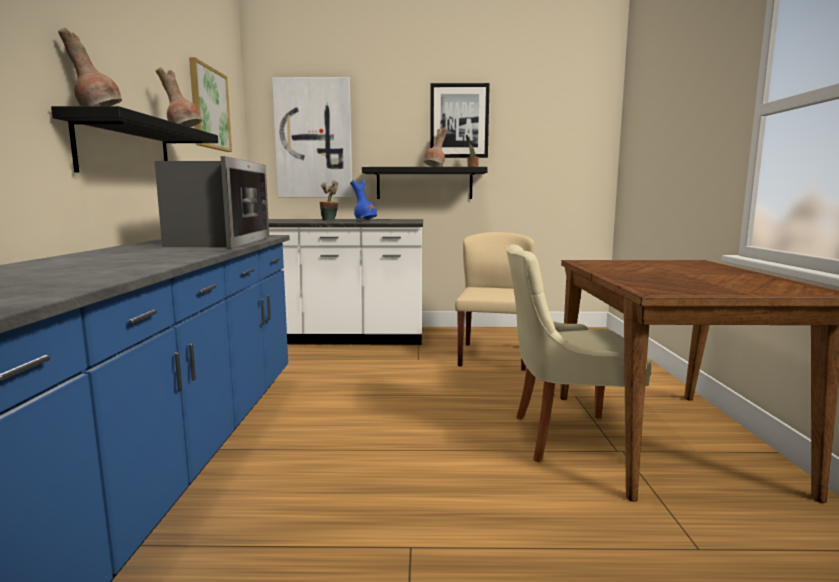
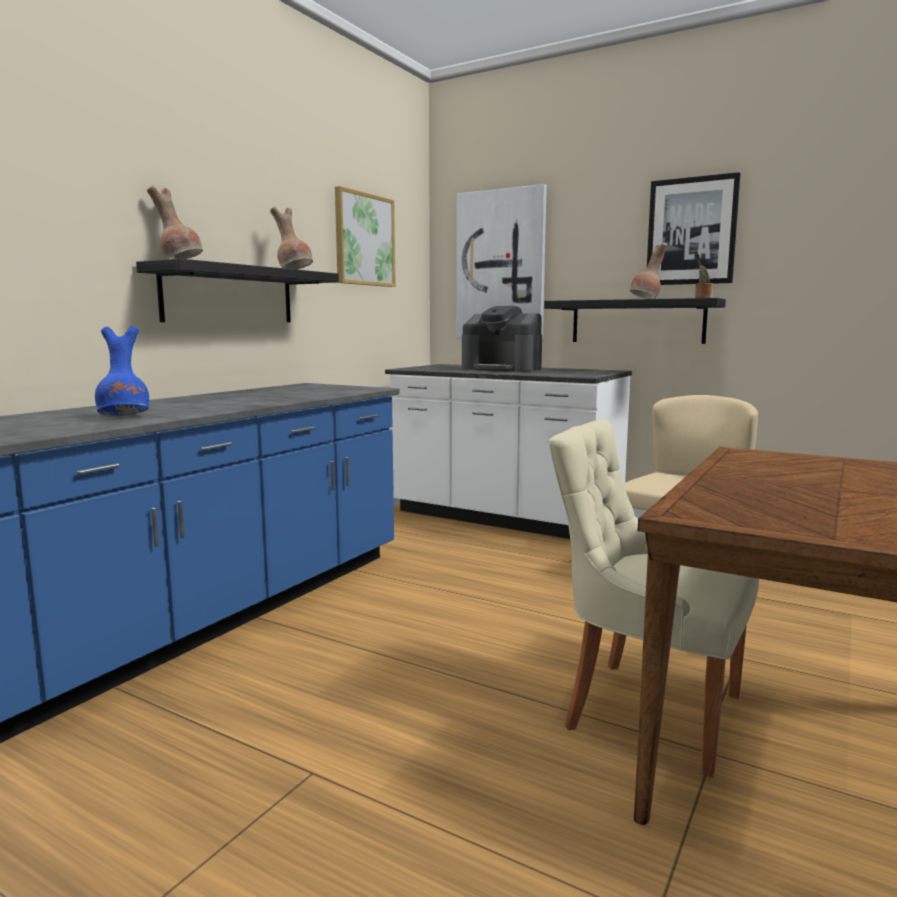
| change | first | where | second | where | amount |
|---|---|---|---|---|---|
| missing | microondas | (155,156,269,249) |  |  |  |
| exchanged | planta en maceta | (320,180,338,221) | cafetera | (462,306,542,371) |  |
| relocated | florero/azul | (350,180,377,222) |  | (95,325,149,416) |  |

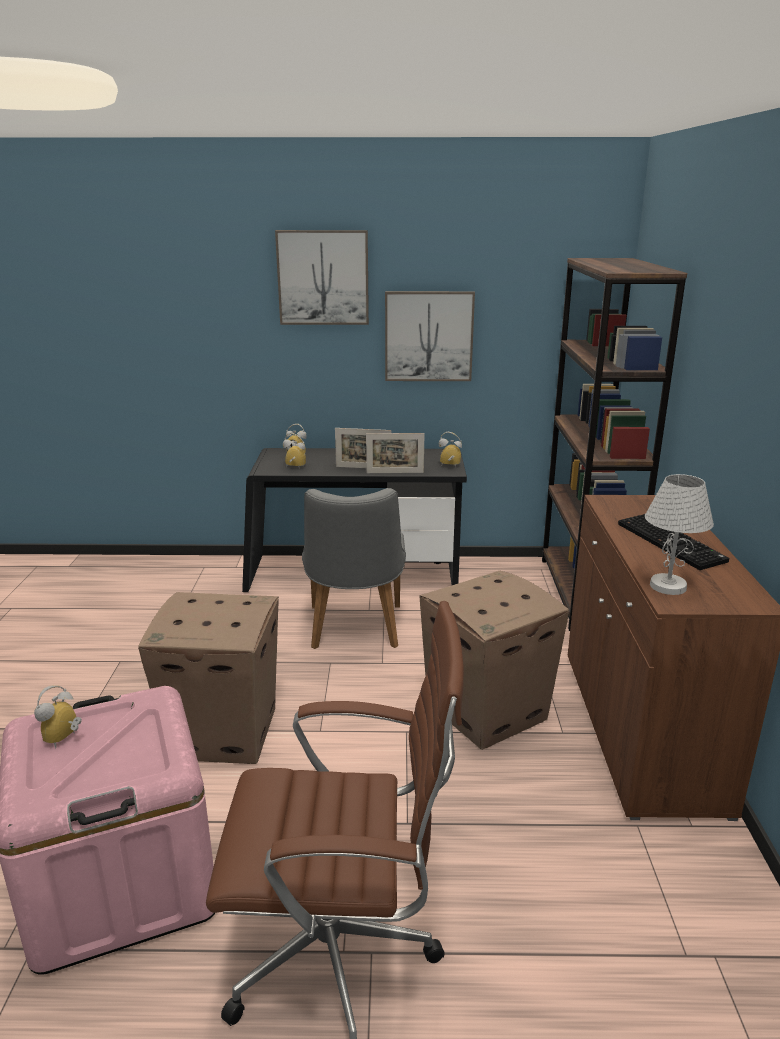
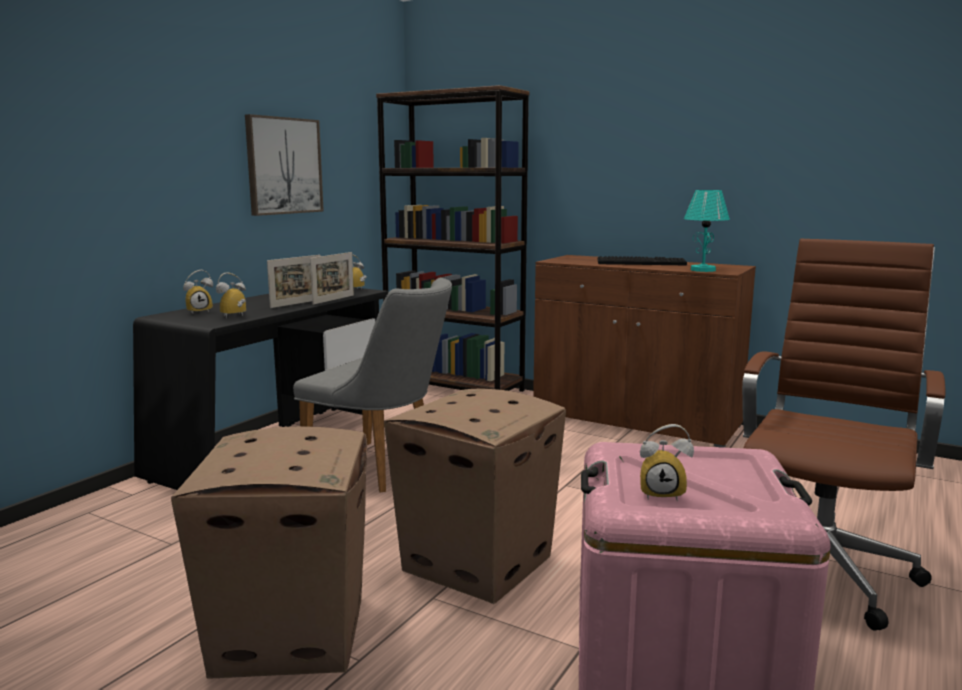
| change | first | where | second | where | amount |
|---|---|---|---|---|---|
| missing | cuadro | (275,230,369,325) |  |  |  |
| colour | lámpara de mesa/blanco | (645,474,714,595) | lámpara de mesa/turquesa | (684,190,730,272) |  |
| relocated | caja de cartón | (419,571,569,750) |  | (171,426,367,679) |  |
| spun | despertador | (34,685,82,749) |  | (640,424,694,501) | 45 degrees counterclockwise |

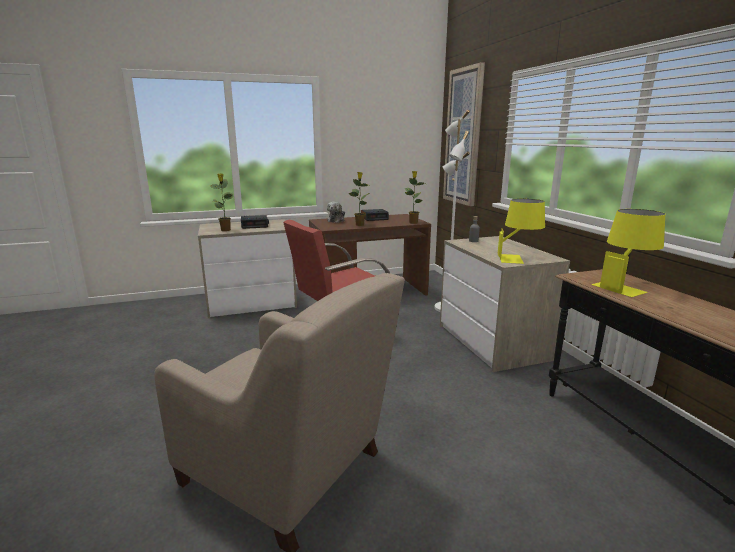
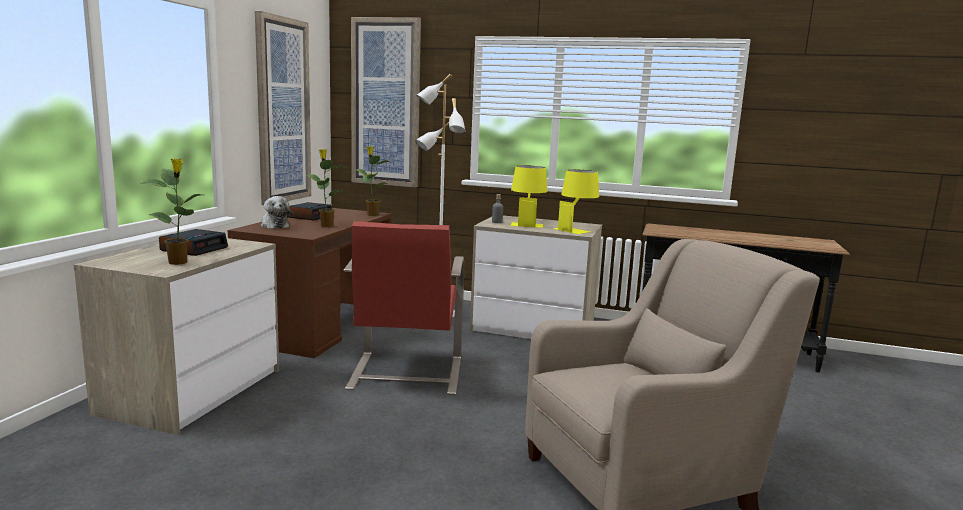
| change | first | where | second | where | amount |
|---|---|---|---|---|---|
| relocated | lámpara de mesa/amarillo | (591,209,665,297) |  | (511,165,547,228) |  |
| appeared |  |  | cuadro | (255,11,311,205) |  |

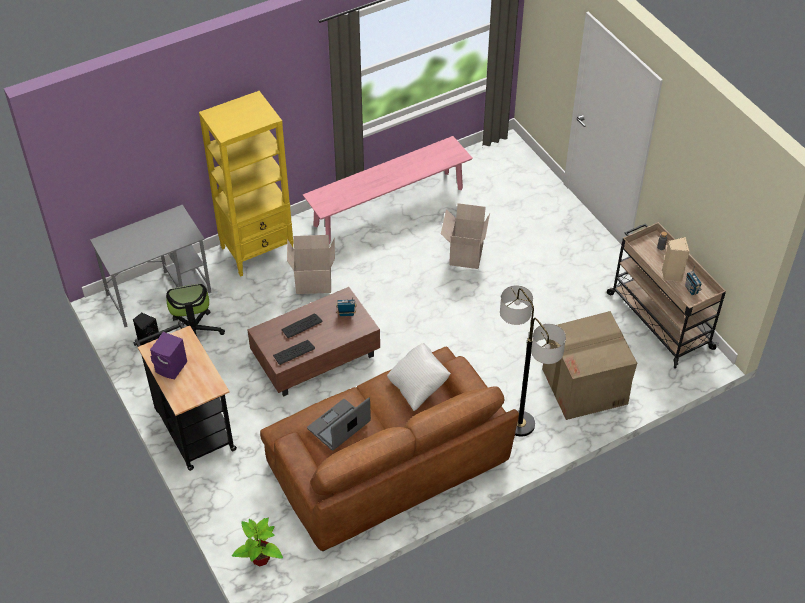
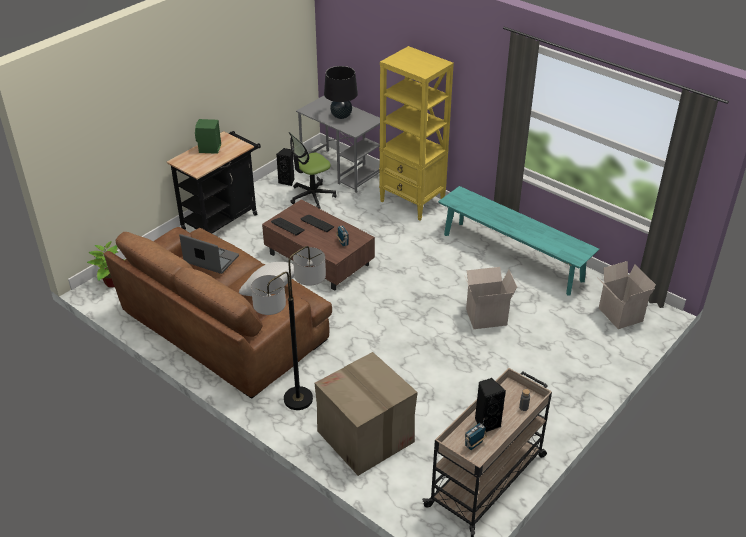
| change | first | where | second | where | amount |
|---|---|---|---|---|---|
| colour | banco/rosa | (303,136,473,244) | banco/turquesa | (438,186,599,296) |  |
| relocated | caja de cartón | (287,235,335,294) |  | (598,261,656,329) |  |
| colour | altavoz/beis | (662,237,690,282) | altavoz/negro | (475,378,506,432) |  |
| colour | altavoz/morado | (150,332,187,379) | altavoz/verde | (195,119,221,154) |  |
| appeared |  |  | lámpara de mesa/negro | (324,66,358,119) |  |

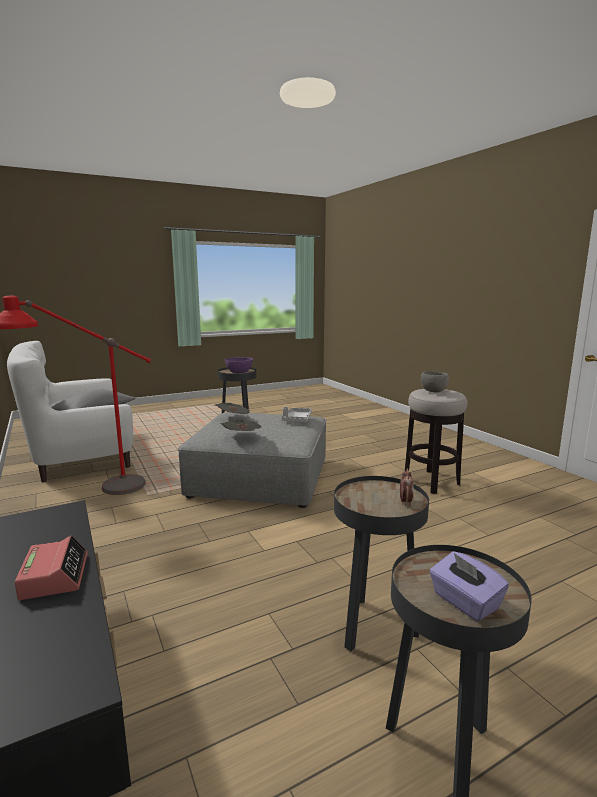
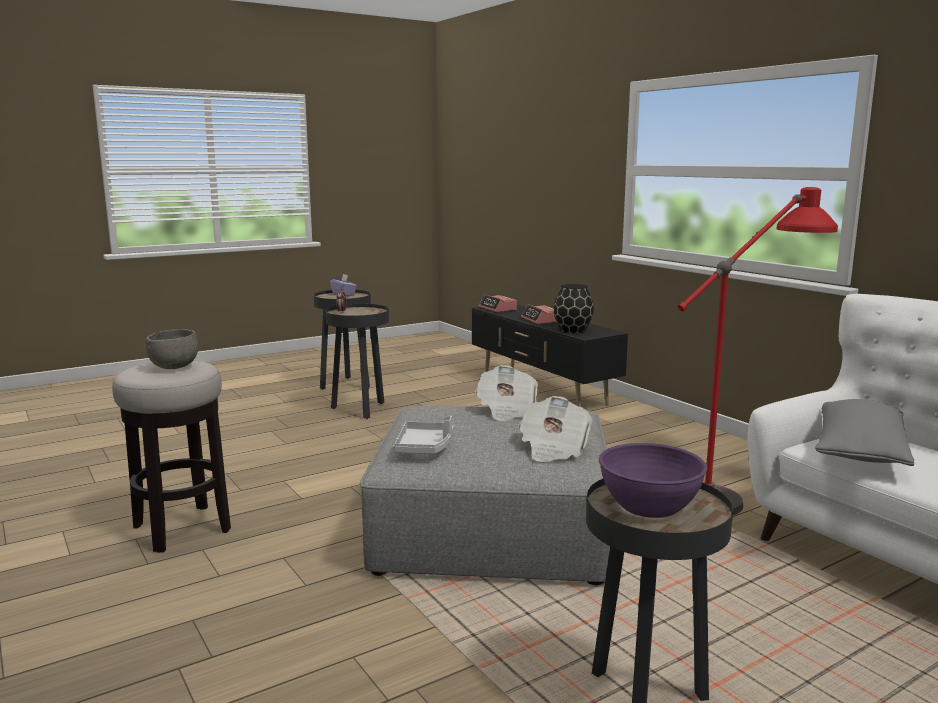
| change | first | where | second | where | amount |
|---|---|---|---|---|---|
| appeared |  |  | florero/negro | (554,284,594,333) |  |
| appeared |  |  | despertador | (479,295,517,312) |  |

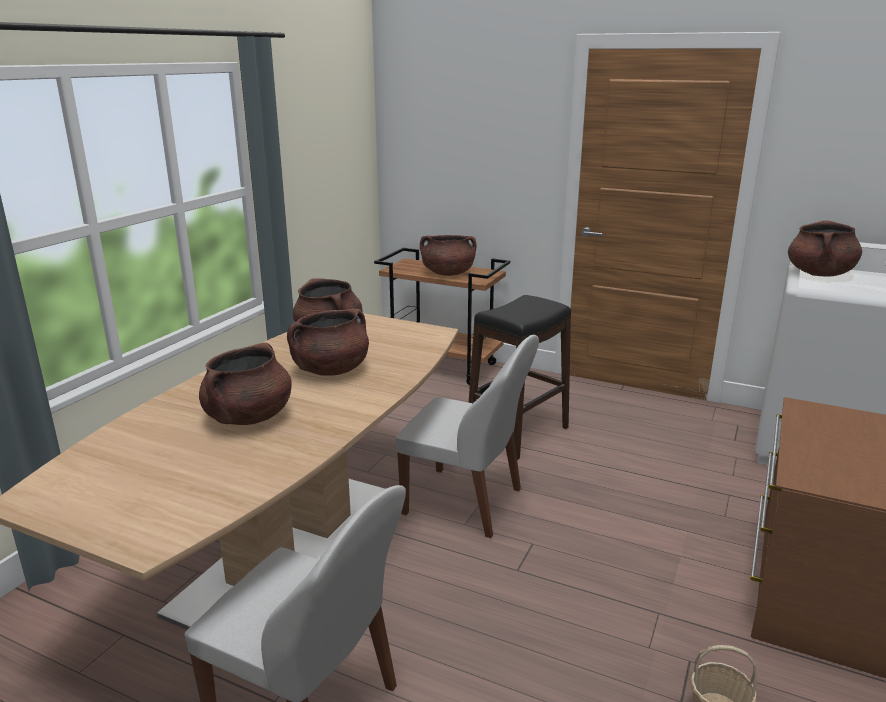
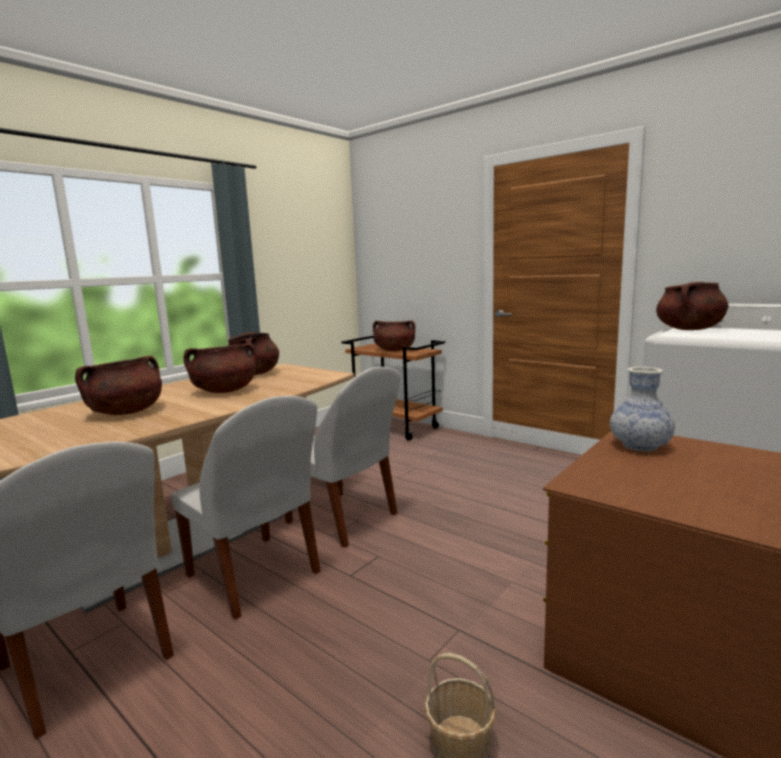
| change | first | where | second | where | amount |
|---|---|---|---|---|---|
| missing | taburete/negro | (469,295,571,460) |  |  |  |
| appeared |  |  | florero | (610,367,675,452) |  |
| appeared |  |  | silla/blanco | (171,396,321,620) |  |

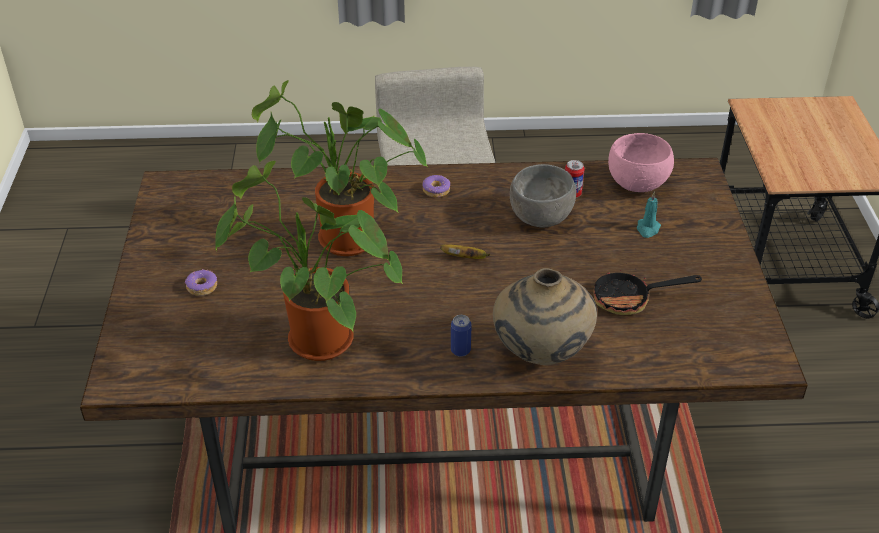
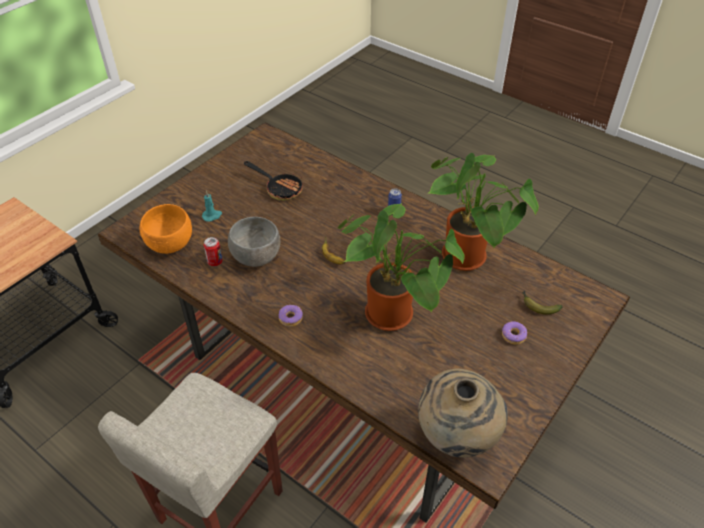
| change | first | where | second | where | amount |
|---|---|---|---|---|---|
| colour | cuenco/rosa | (608,133,674,192) | cuenco/naranja | (139,204,192,254) |  |
| relocated | florero/beis | (493,268,597,365) |  | (418,369,508,458) |  |
| appeared |  |  | plátano | (522,291,562,315) |  |

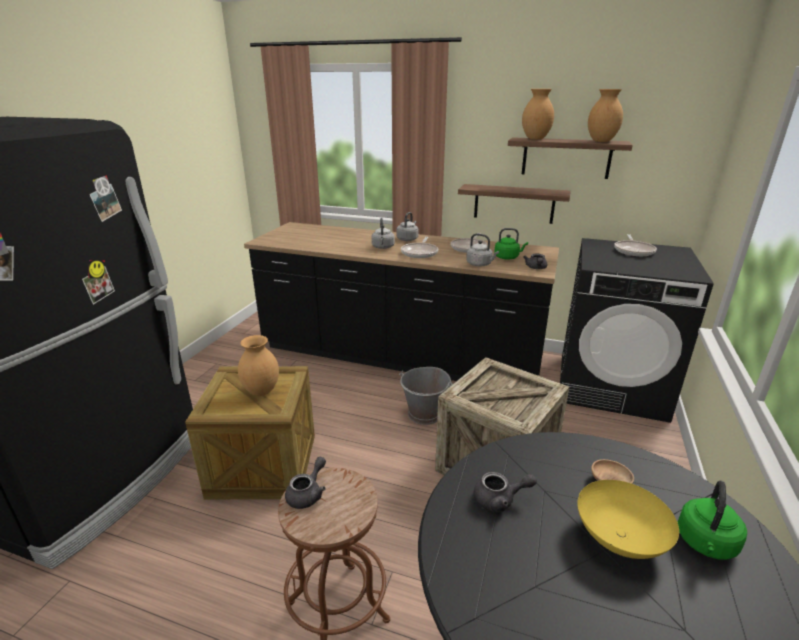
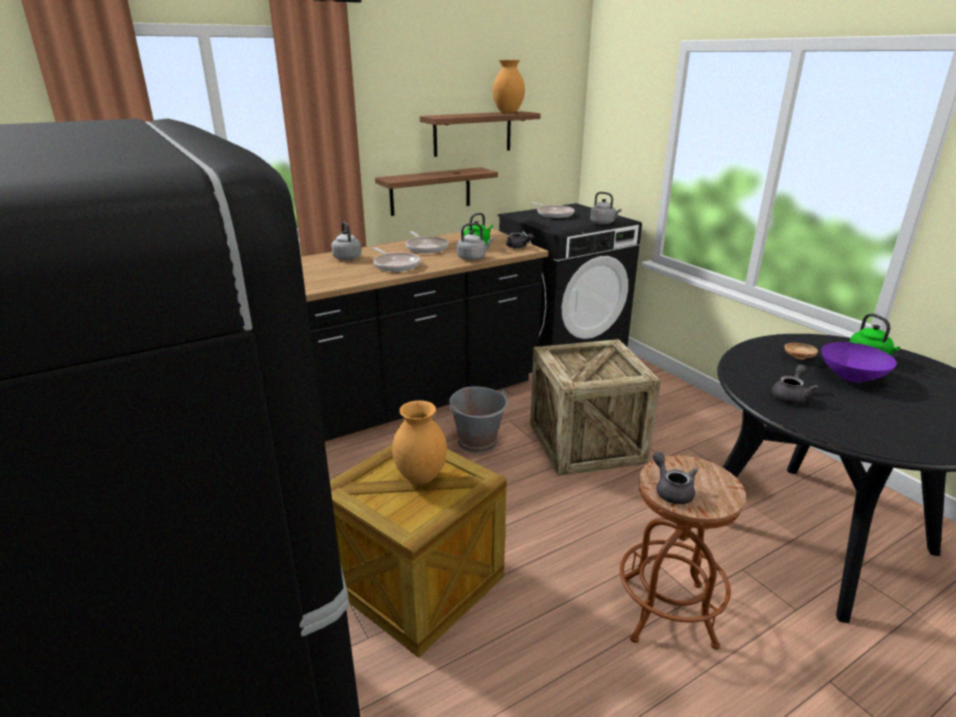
| change | first | where | second | where | amount |
|---|---|---|---|---|---|
| missing | florero/marrón | (522,89,554,139) |  |  |  |
| relocated | hervidor/gris | (371,218,395,249) |  | (590,192,621,225) |  |
| colour | cuenco/amarillo | (577,480,679,559) | cuenco/morado | (821,342,897,382) |  |

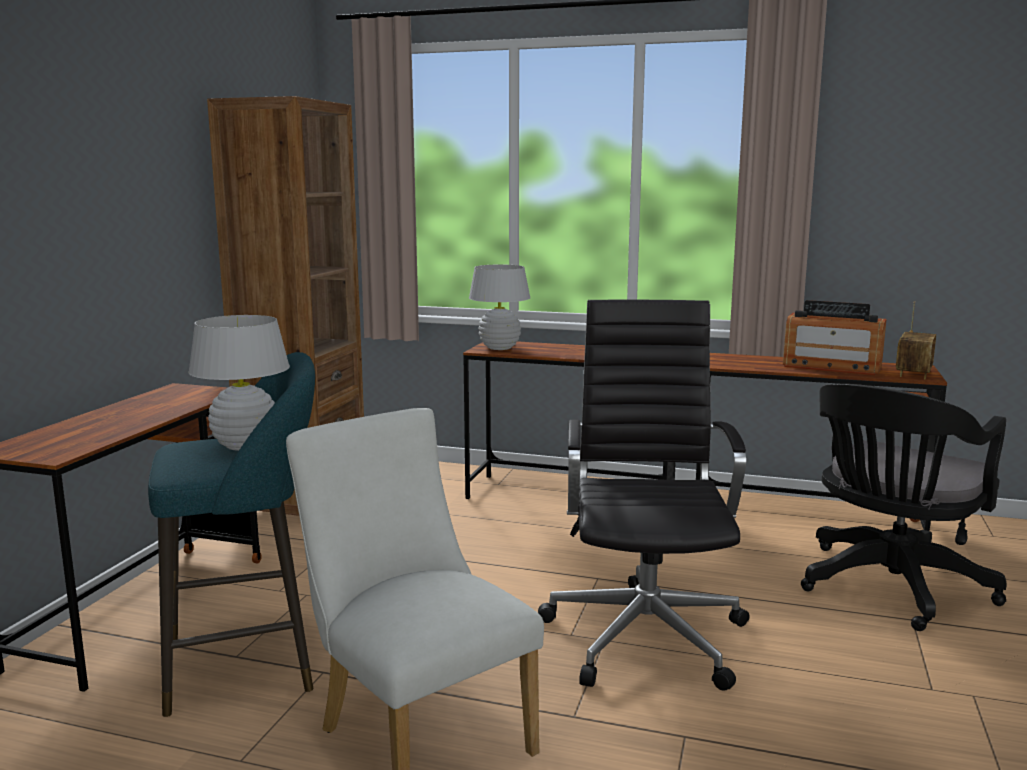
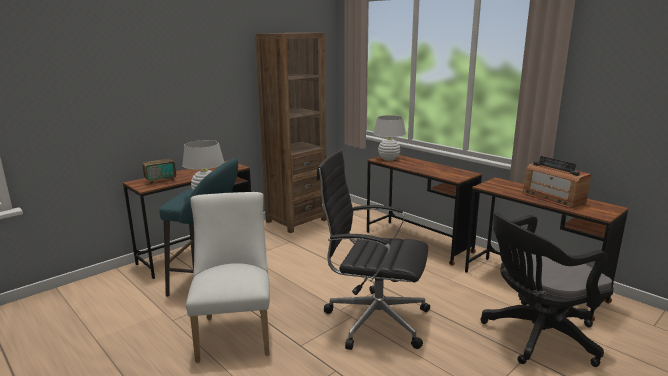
| change | first | where | second | where | amount |
|---|---|---|---|---|---|
| spun | silla de oficina/negro | (538,300,749,691) |  | (316,150,430,350) | 105 degrees counterclockwise |
| relocated | radio | (896,302,936,380) |  | (142,147,176,185) |  |

